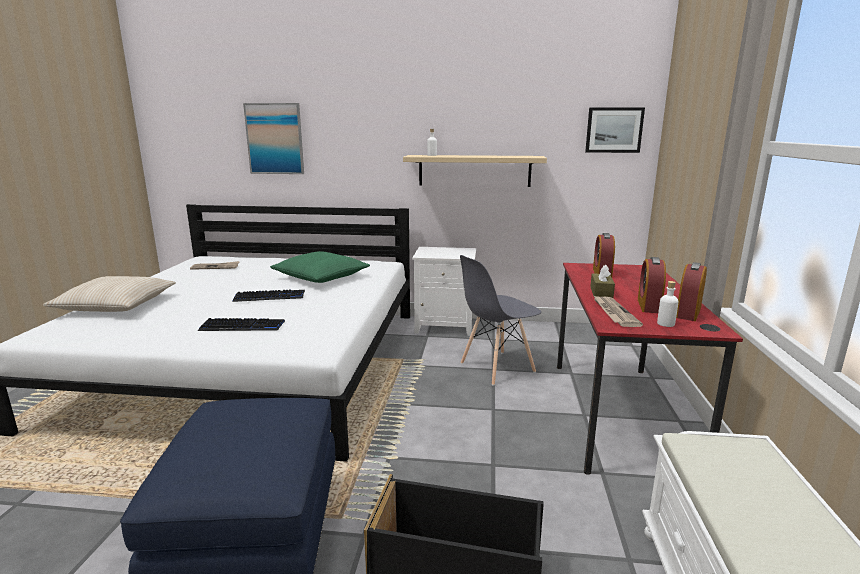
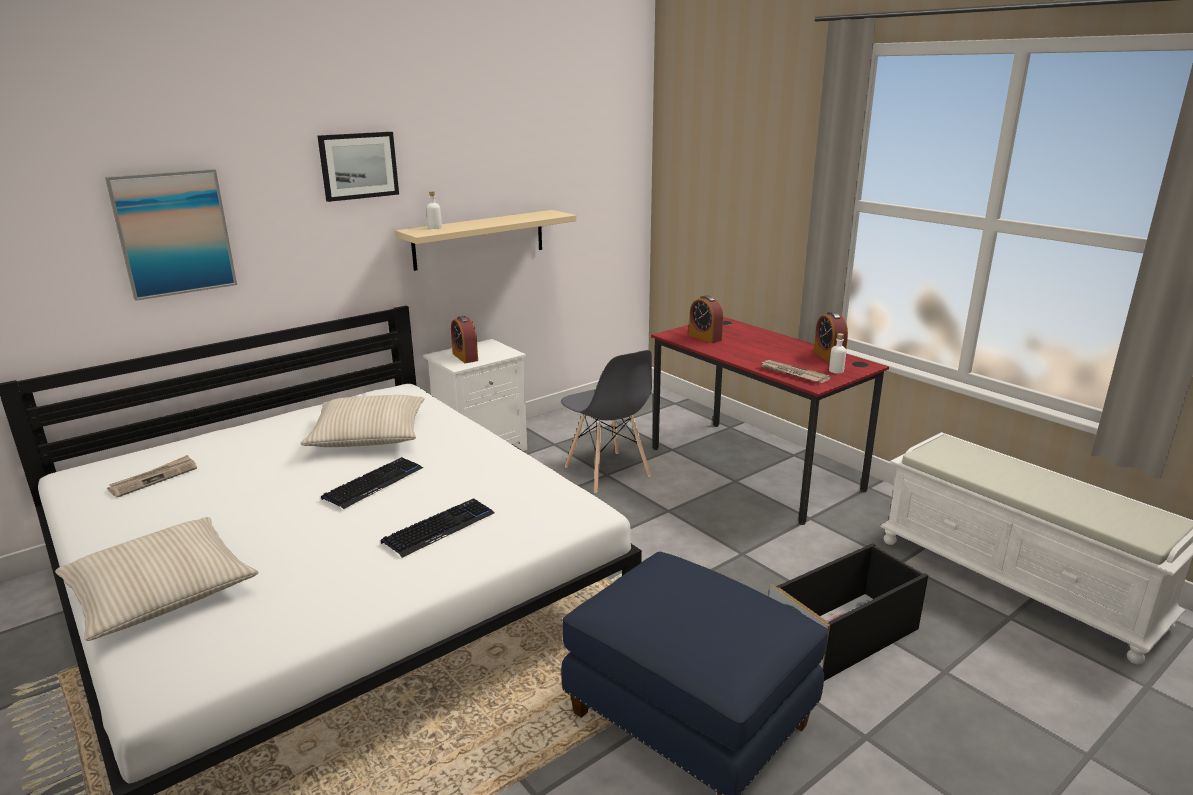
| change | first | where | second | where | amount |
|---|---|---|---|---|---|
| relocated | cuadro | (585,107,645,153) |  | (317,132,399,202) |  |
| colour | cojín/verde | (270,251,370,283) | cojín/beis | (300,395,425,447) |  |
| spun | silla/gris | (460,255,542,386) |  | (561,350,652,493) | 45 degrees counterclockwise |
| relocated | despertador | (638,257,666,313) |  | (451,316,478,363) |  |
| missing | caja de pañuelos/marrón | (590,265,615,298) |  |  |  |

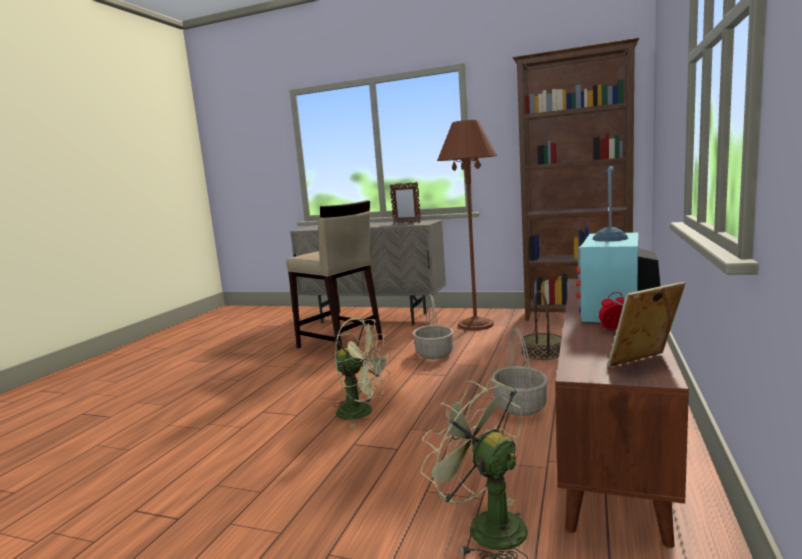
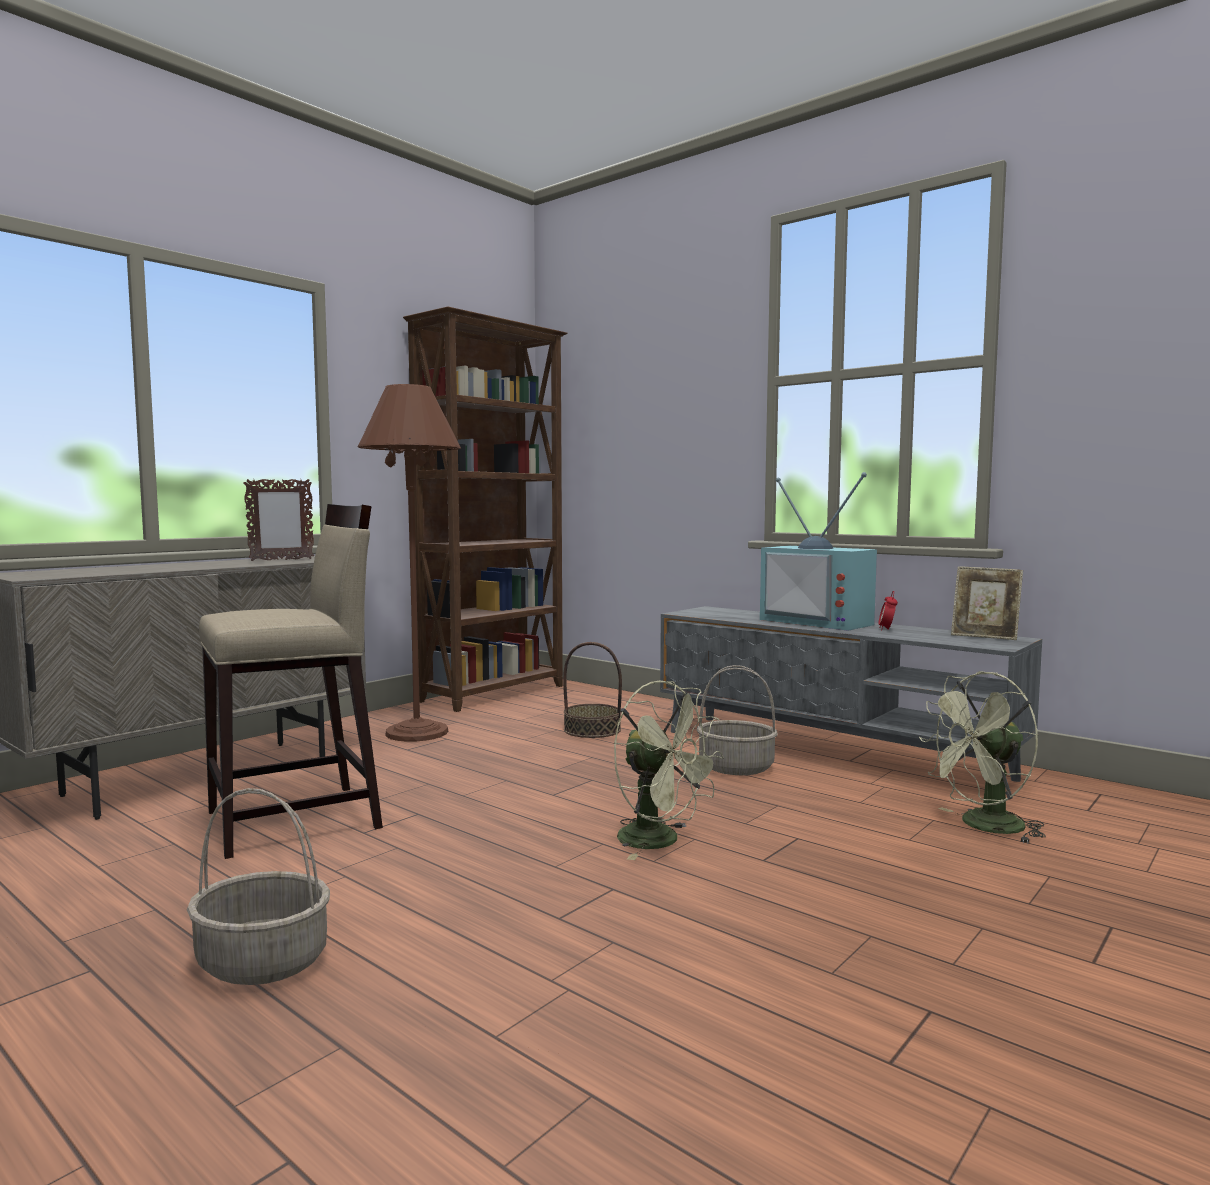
| change | first | where | second | where | amount |
|---|---|---|---|---|---|
| colour | mueble de televisión/marrón | (555,279,689,548) | mueble de televisión/gris | (660,606,1042,782) |  |
| spun | portarretratos | (607,282,686,367) |  | (951,566,1023,640) | 60 degrees counterclockwise |
| relocated | cesta | (413,294,454,359) |  | (187,788,330,985) |  |
| spun | ventilador/verde | (333,318,391,428) |  | (613,680,724,860) | 90 degrees clockwise |

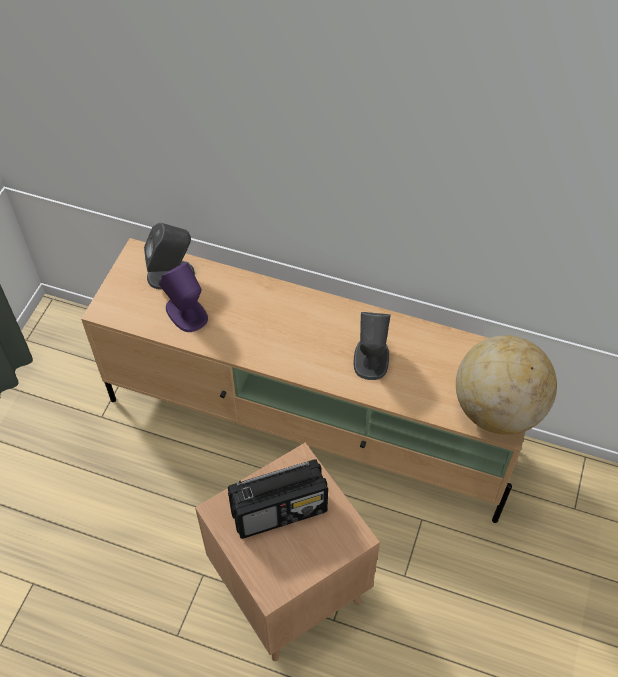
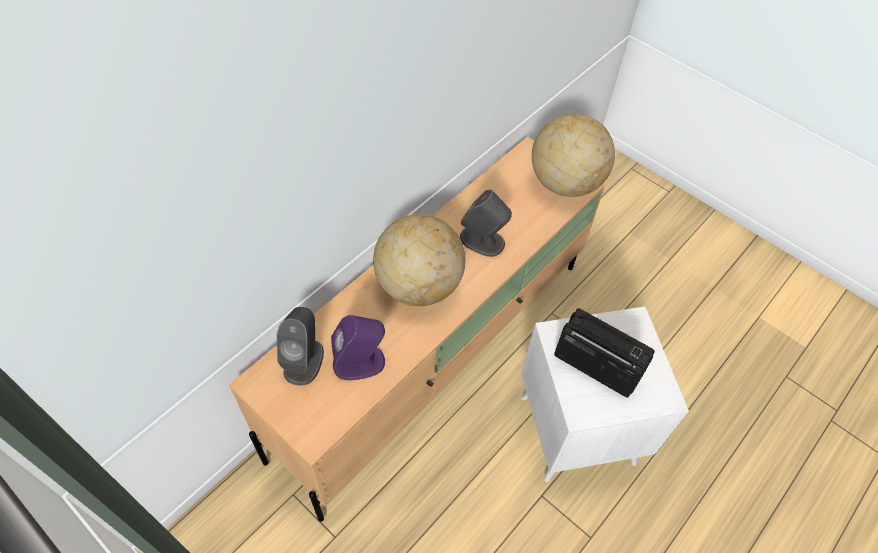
| change | first | where | second | where | amount |
|---|---|---|---|---|---|
| colour | mesa auxiliar/marrón | (195,443,380,661) | mesa auxiliar/blanco | (521,307,689,482) |  |
| spun | radio | (228,459,328,539) |  | (554,308,655,398) | 60 degrees counterclockwise |
| appeared |  |  | globo terráqueo | (373,214,465,306) |  |

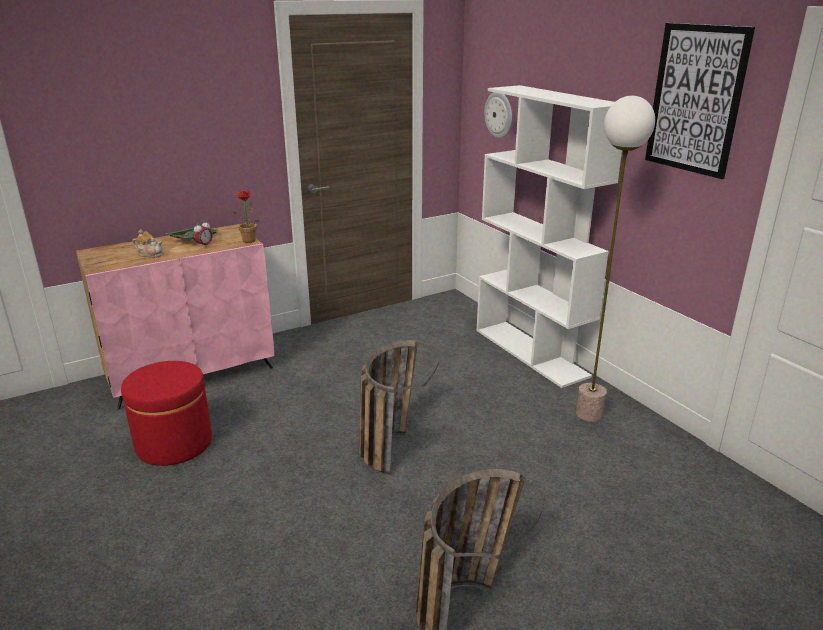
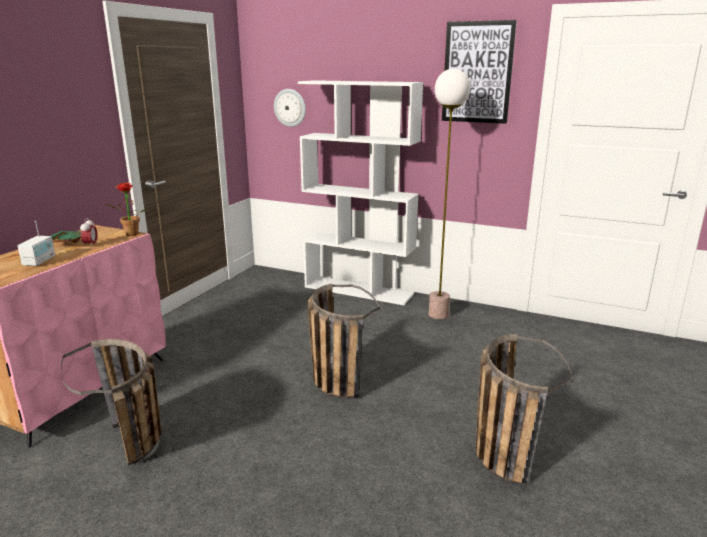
| change | first | where | second | where | amount |
|---|---|---|---|---|---|
| exchanged | tetera | (132,229,163,258) | radio | (17,221,55,266) |  |
| exchanged | puf/rojo | (121,361,212,466) | cesta | (61,339,162,466) |  |

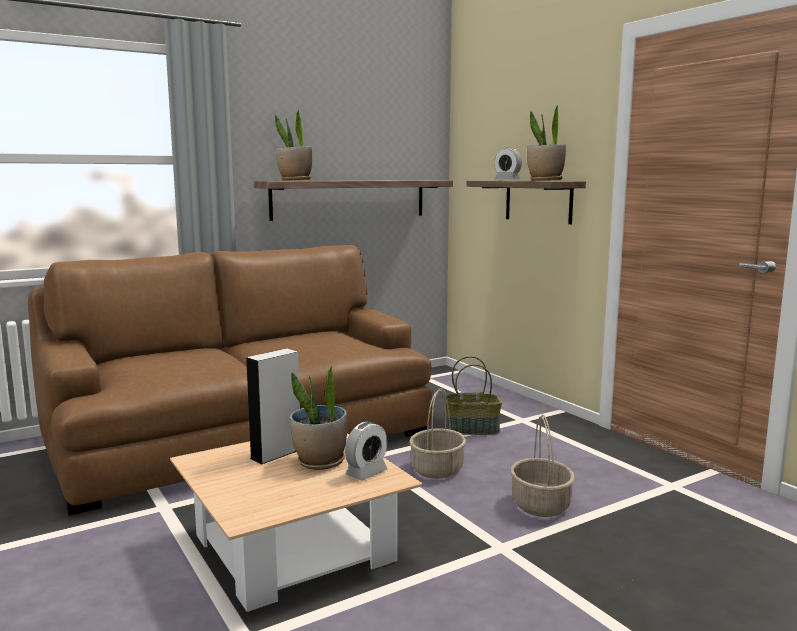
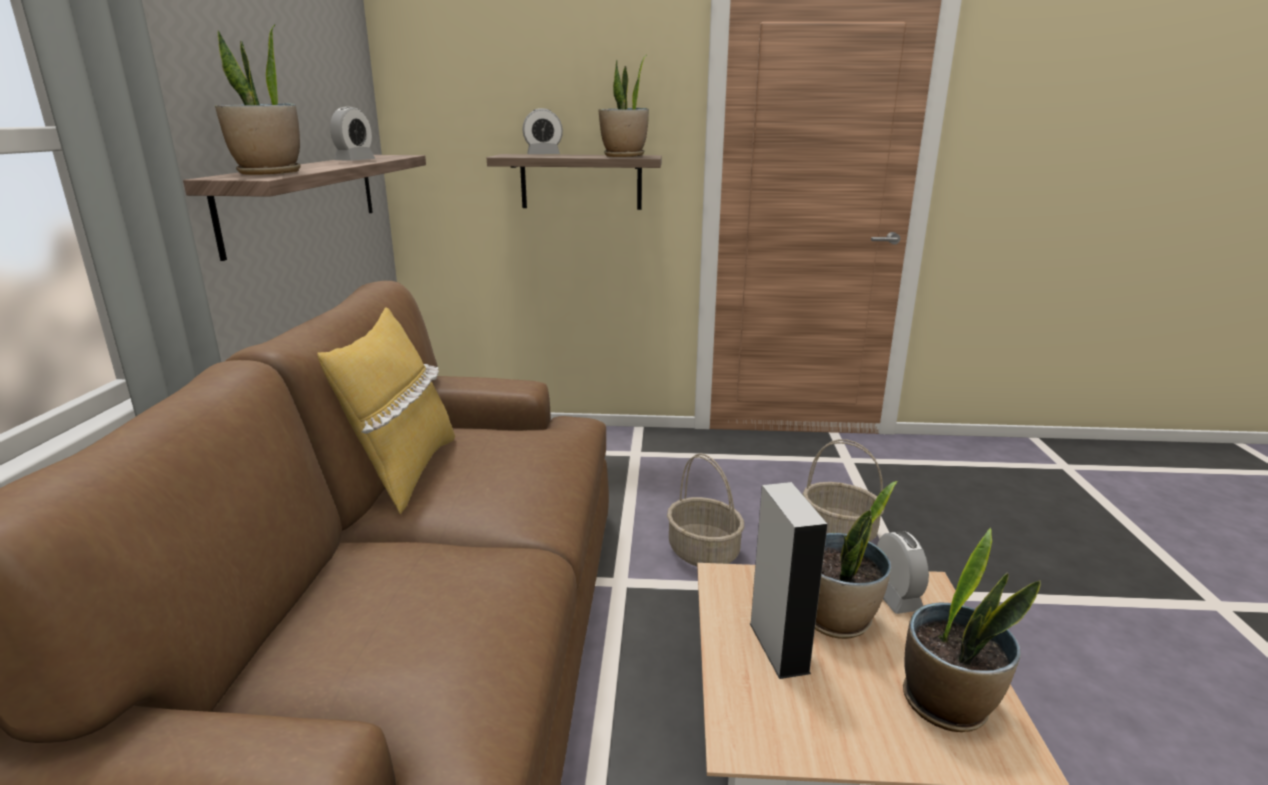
| change | first | where | second | where | amount |
|---|---|---|---|---|---|
| missing | cesta | (444,356,502,435) |  |  |  |
| appeared |  |  | despertador | (330,107,375,161) |  |
| appeared |  |  | cojín/amarillo | (317,307,455,515) |  |
| appeared |  |  | planta en maceta | (903,528,1041,732) |  |

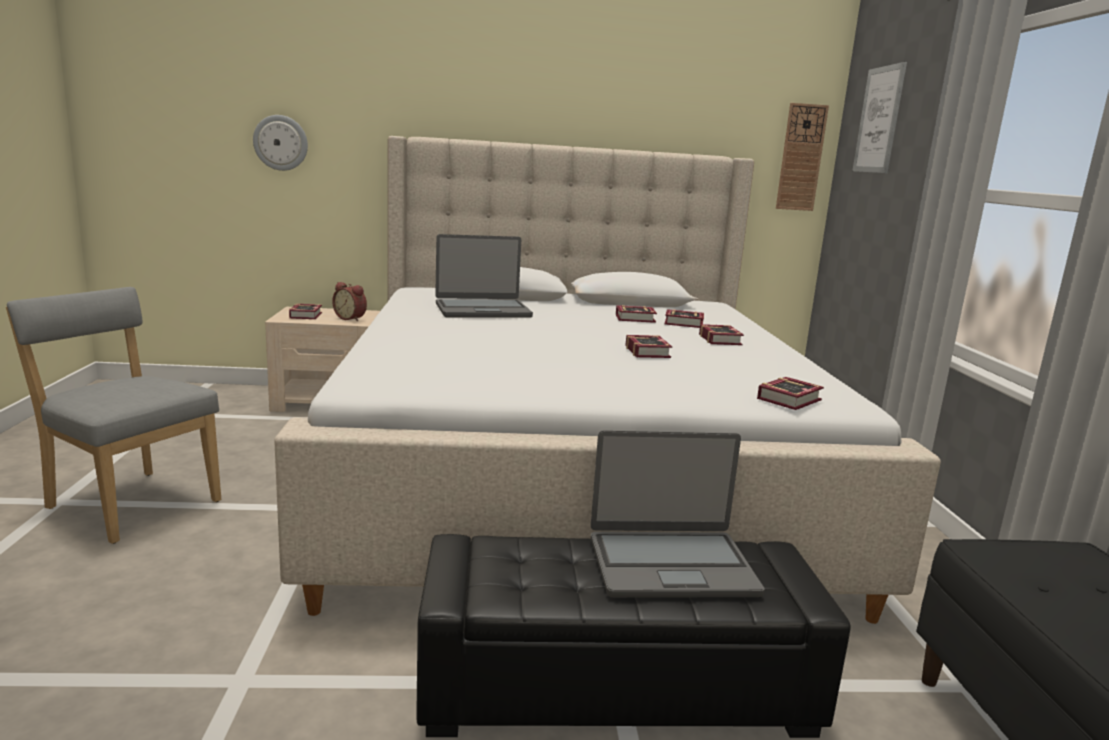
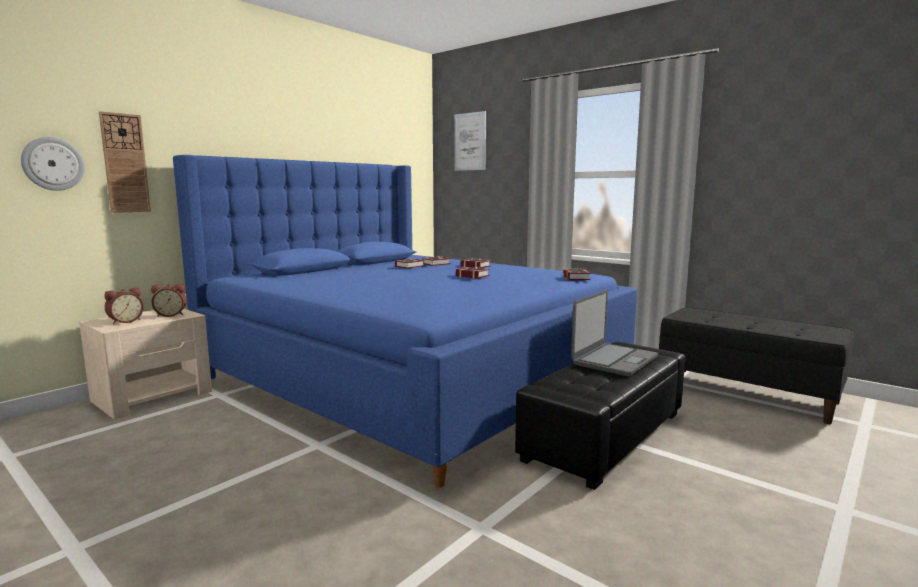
| change | first | where | second | where | amount |
|---|---|---|---|---|---|
| relocated | reloj de pared | (776,103,829,211) |  | (99,111,151,213) |  |
| colour | cama/beis | (274,136,941,624) | cama/azul | (173,155,637,488) |  |
| missing | portátil | (435,234,533,318) |  |  |  |
| missing | silla/gris | (6,287,221,544) |  |  |  |
| exchanged | libro | (289,304,322,319) | despertador | (104,287,144,325) |  |

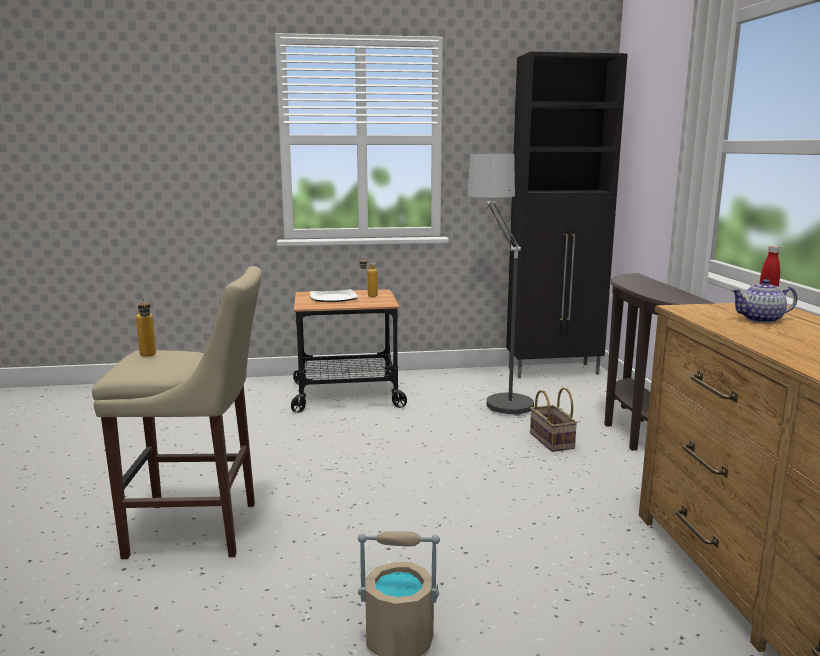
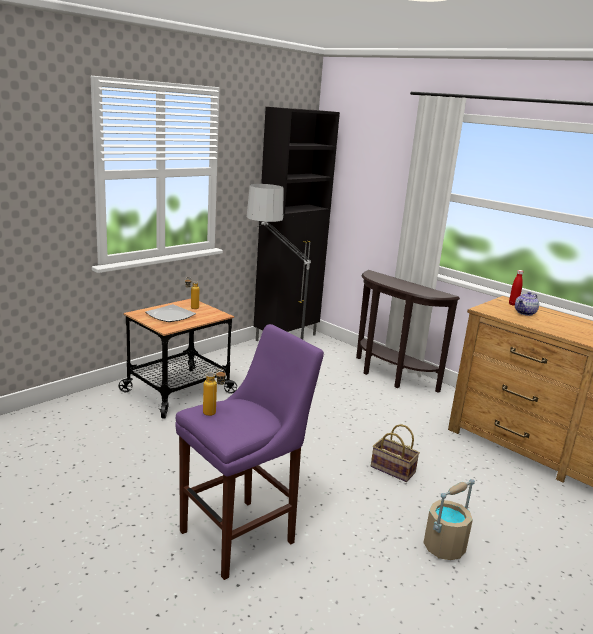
| change | first | where | second | where | amount |
|---|---|---|---|---|---|
| colour | taburete/beis | (92,266,262,559) | taburete/morado | (175,324,324,580) |  |
| relocated | cesta | (530,387,578,452) |  | (371,424,420,482) |  |

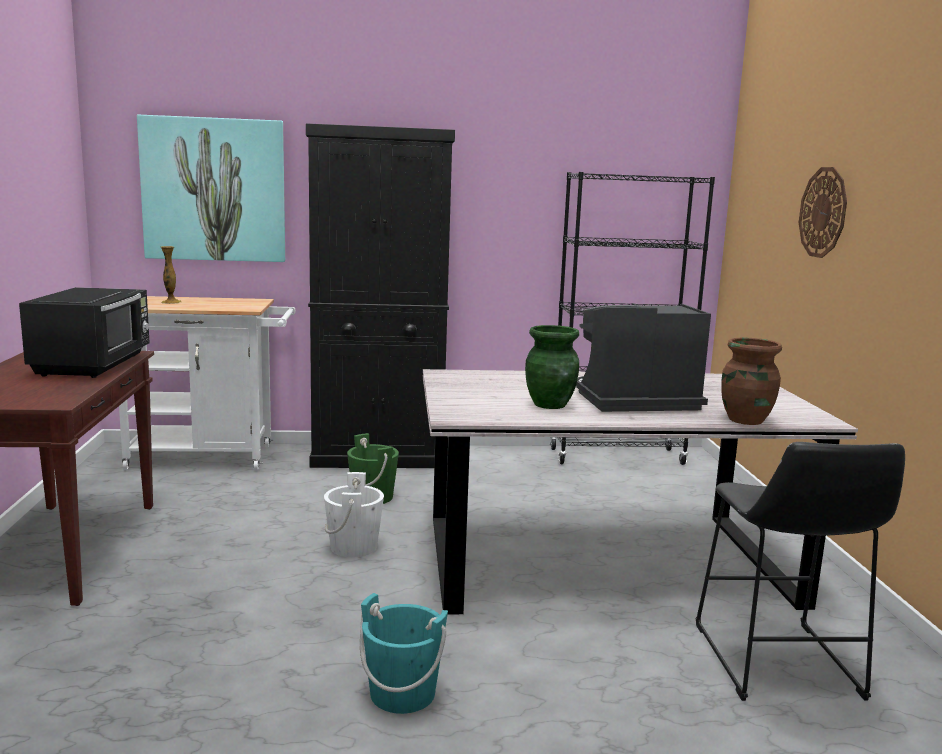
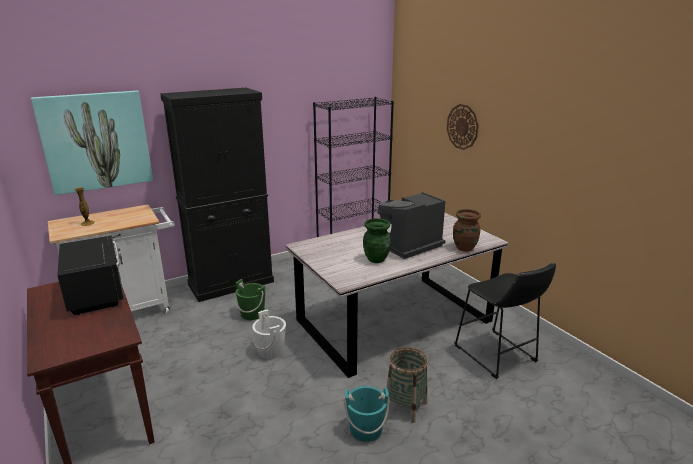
| change | first | where | second | where | amount |
|---|---|---|---|---|---|
| appeared |  |  | cesta | (386,347,427,423) |  |

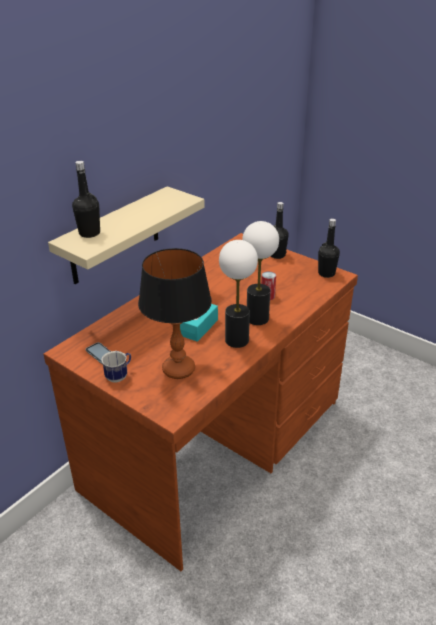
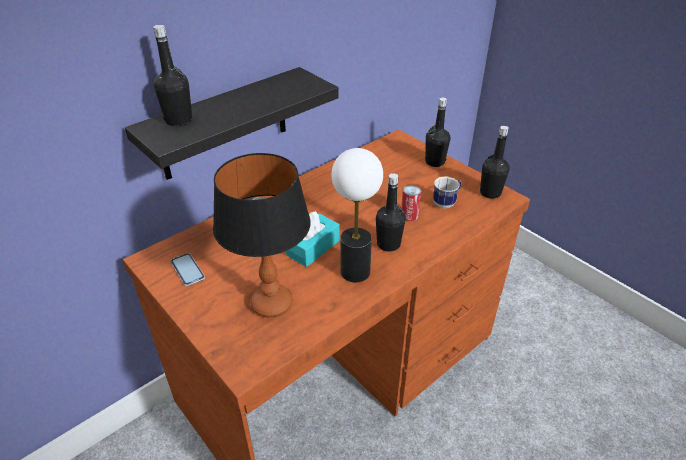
| change | first | where | second | where | amount |
|---|---|---|---|---|---|
| colour | estante/beis | (48,186,205,284) | estante/negro | (125,67,339,180) |  |
| exchanged | lámpara de mesa | (242,221,279,325) | botella/negro | (376,173,406,252) |  |
| relocated | taza grande | (101,351,131,383) |  | (433,177,462,209) |  |

